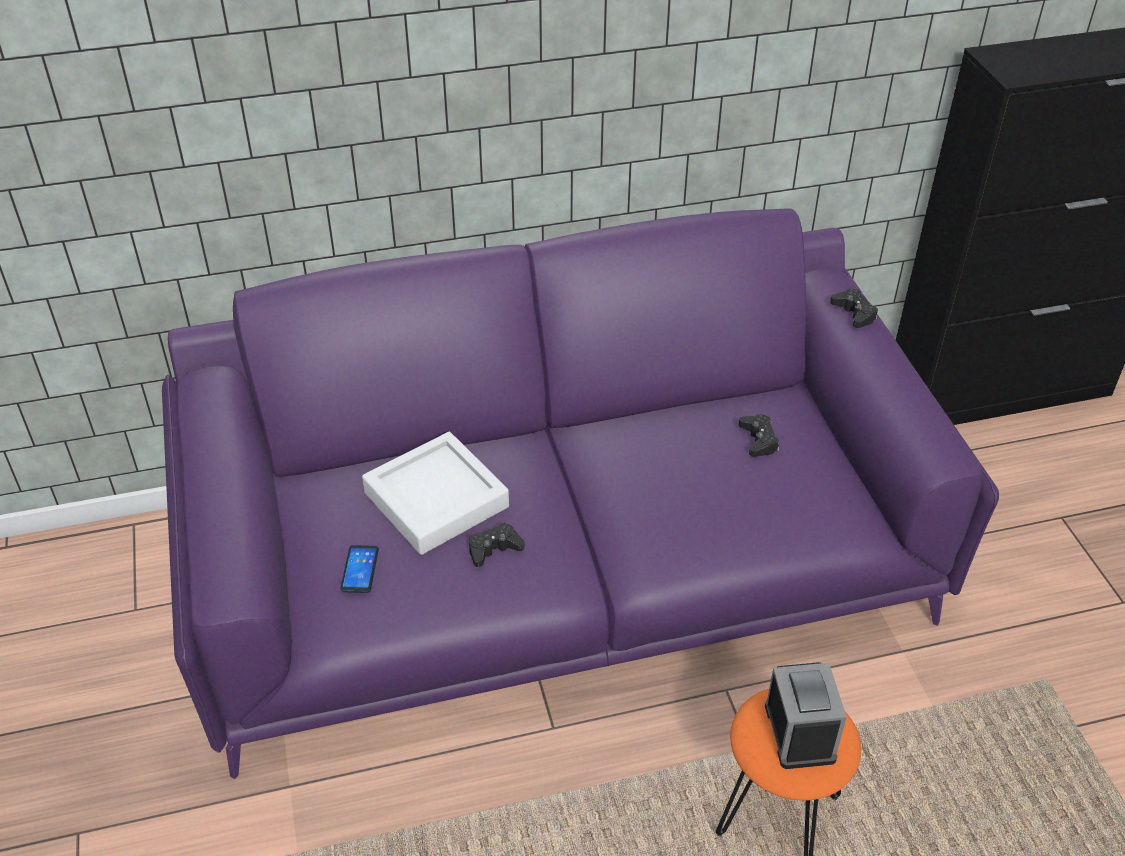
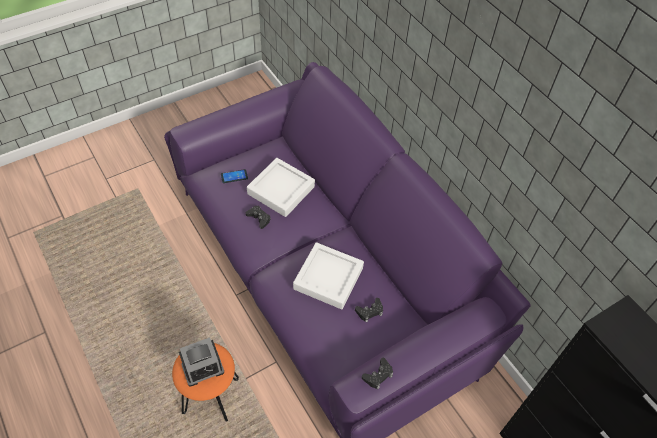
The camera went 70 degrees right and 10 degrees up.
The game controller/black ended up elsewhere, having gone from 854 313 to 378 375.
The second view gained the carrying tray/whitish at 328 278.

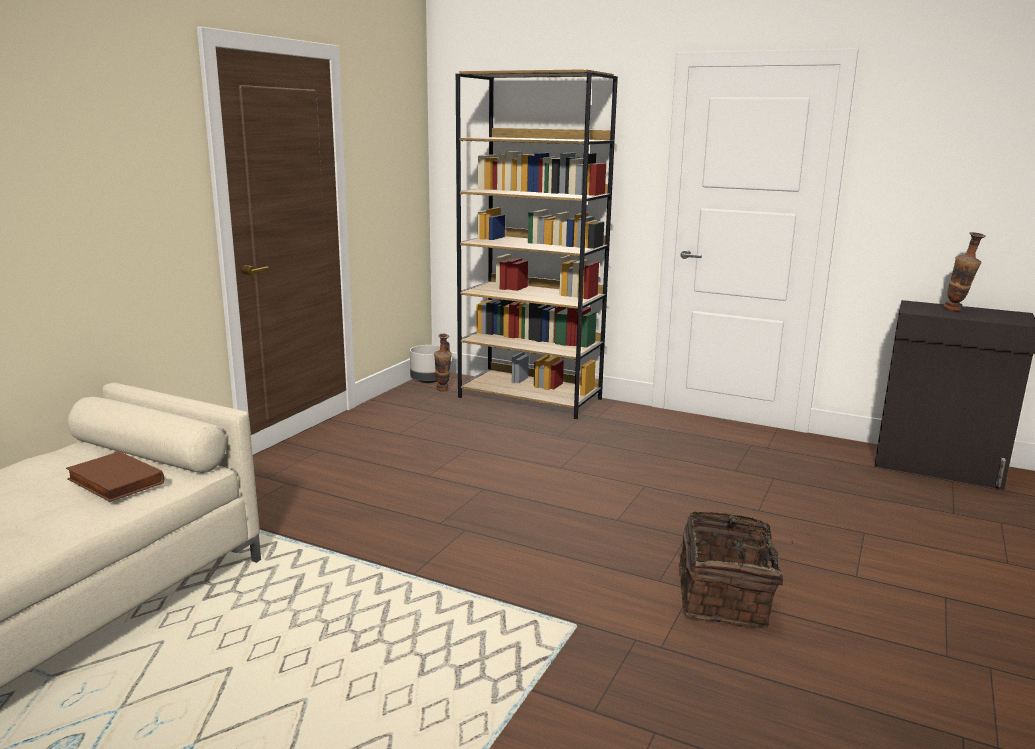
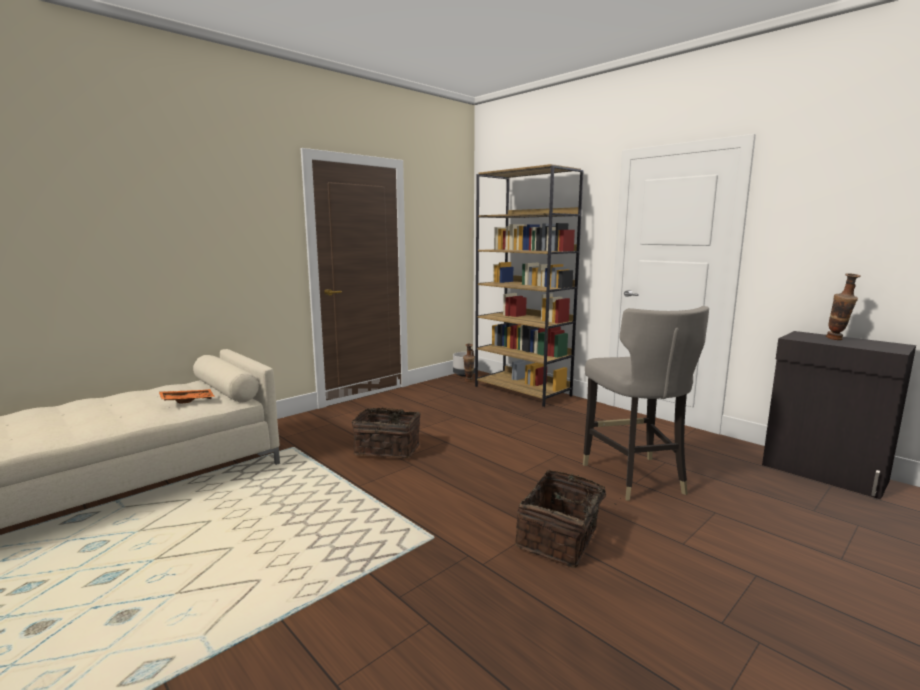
The camera went 20 degrees right and 5 degrees down.
Where the bound book/brown-coloured stood at 113 482, the carrying tray/orange-coloured came to stand at 187 400.
The second view gained the stool/gray at 635 478.
The second view gained the storage basket at 388 449.

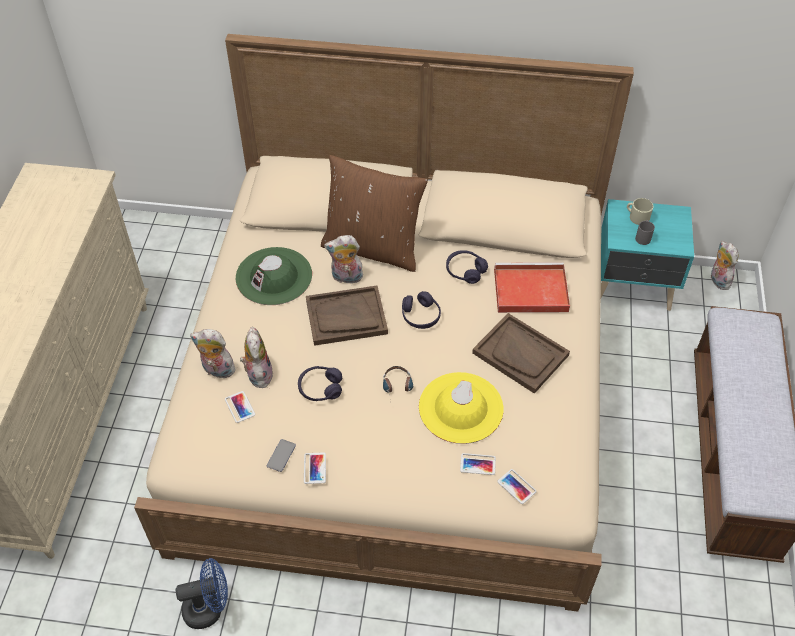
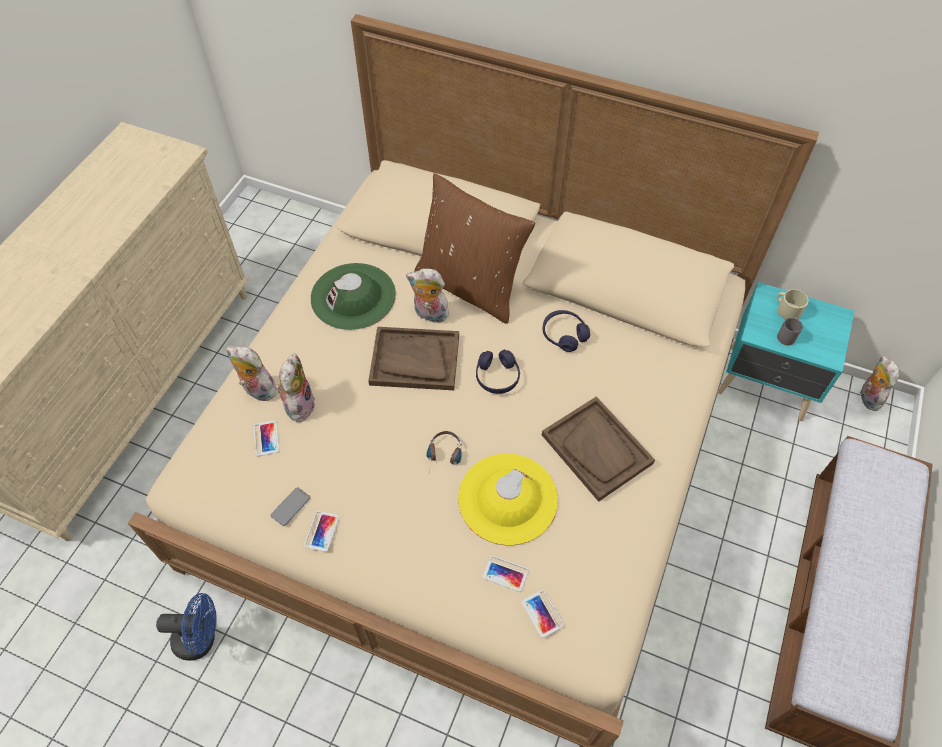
The camera went 15 degrees right and 5 degrees up.
The second view lost the carrying tray/reddish at 529 291.
The second view lost the pair of headphones/purple-coloured at 320 388.

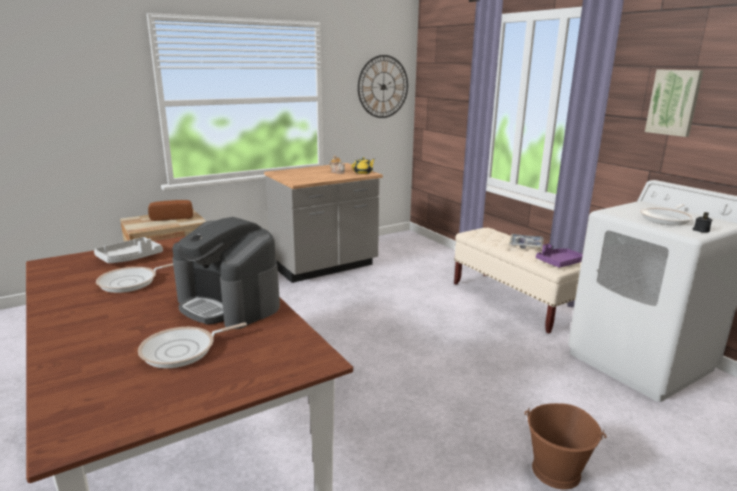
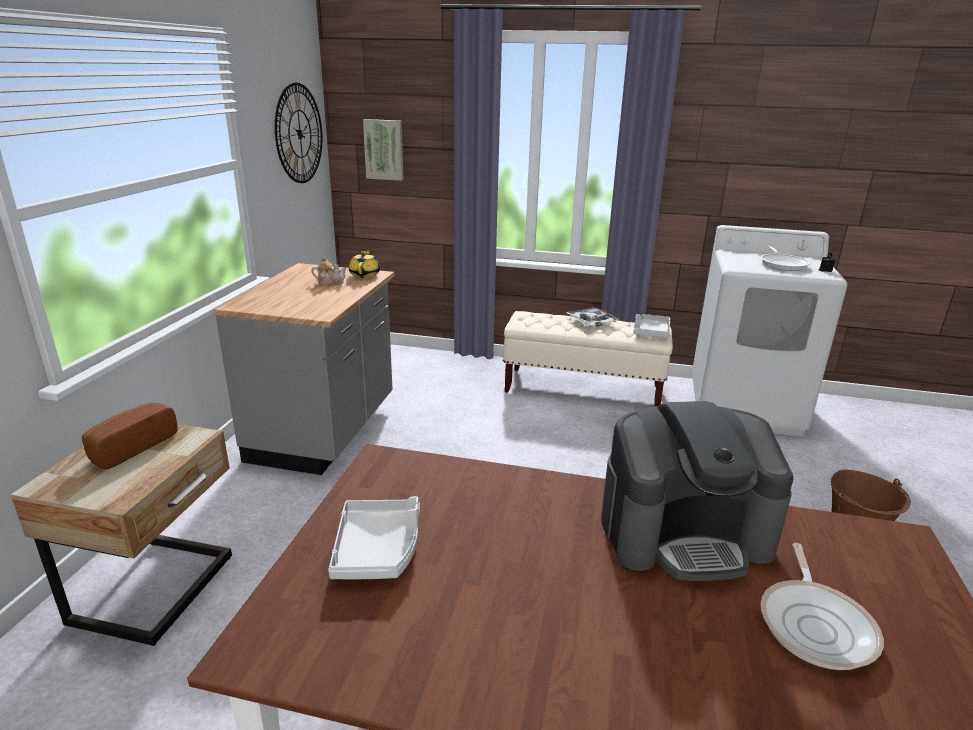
The camera went 45 degrees left and 5 degrees up.
The picture ended up elsewhere, having gone from 674 102 to 384 149.
What was the carrying tray/purple-coloured at 559 263 turned into the carrying tray/gray at 651 332.
The second view lost the skillet at 131 282.

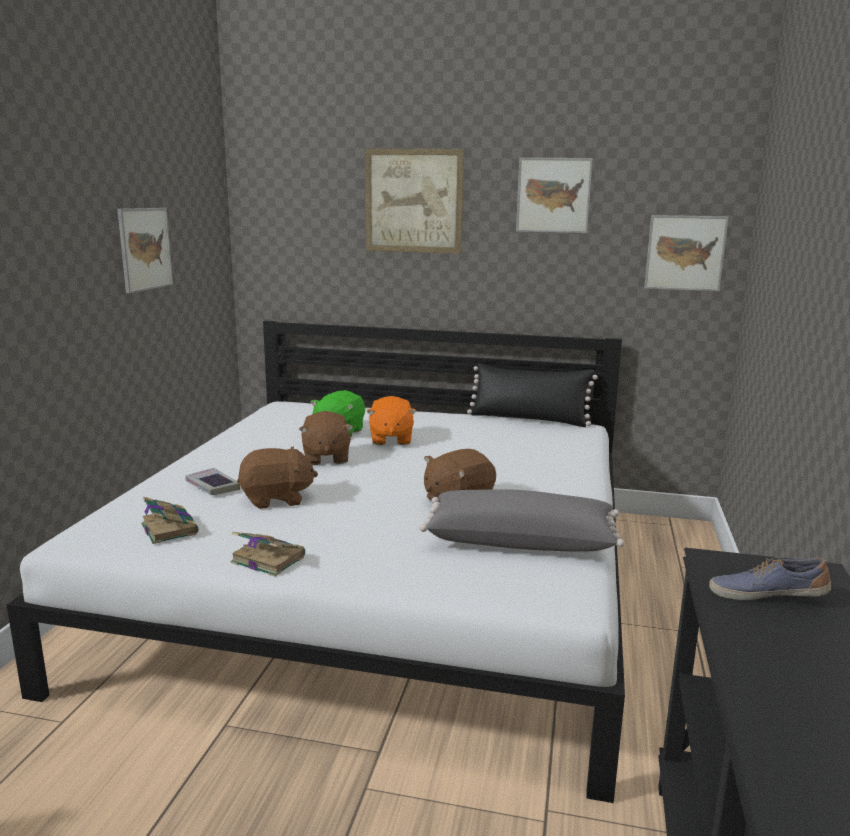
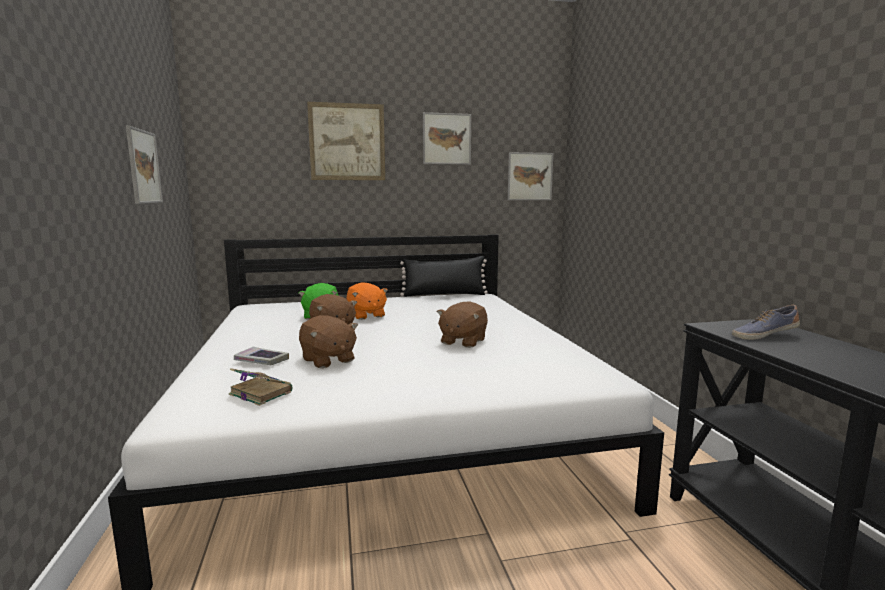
The camera went 25 degrees left and 5 degrees down.
The soft toy/brown-coloured at 276 499 ended up facing another way, 90 degrees clockwise from before.
The second view lost the cushion/gray at 520 541.
The second view lost the bound book at 267 559.

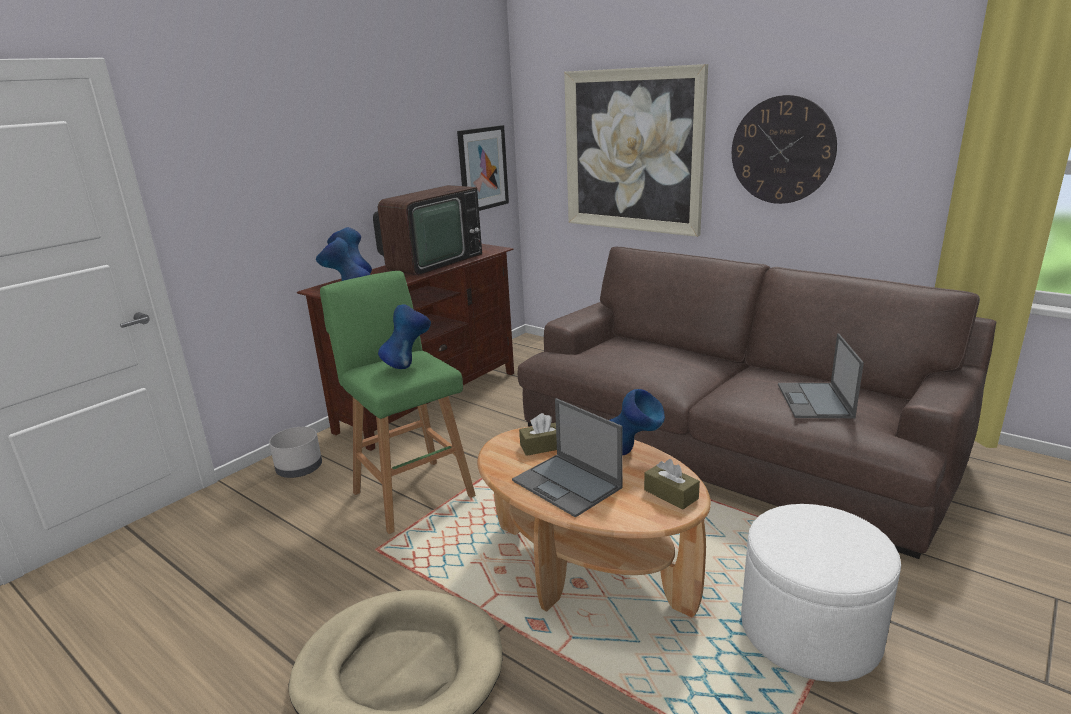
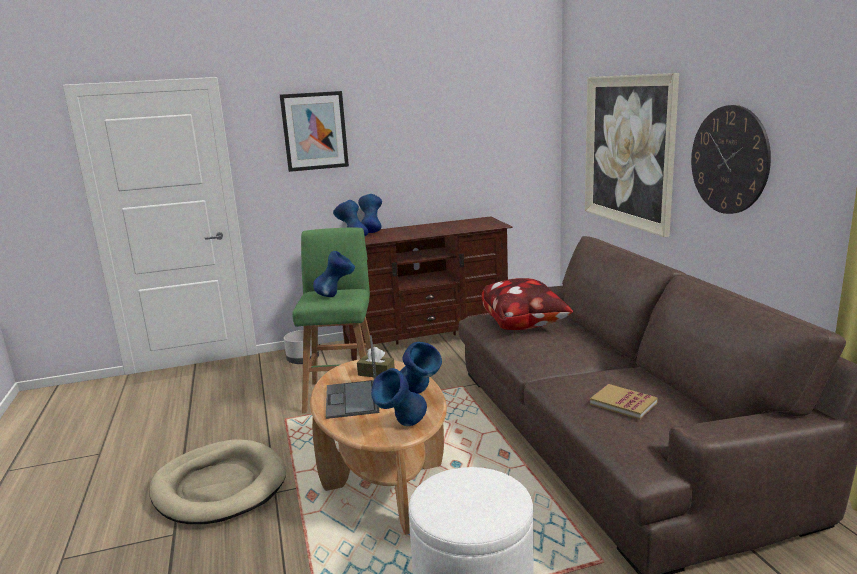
The camera went 35 degrees right and 5 degrees down.
The picture ended up elsewhere, having gone from 482 168 to 314 131.
The second view lost the TV at 430 262.
Where the laptop stood at 815 401, the bound book came to stand at 623 403.
Where the tissue box/brown-coloured stood at 671 494, the flower vase/blue-coloured came to stand at 401 427.
The second view gained the cushion at 524 324.

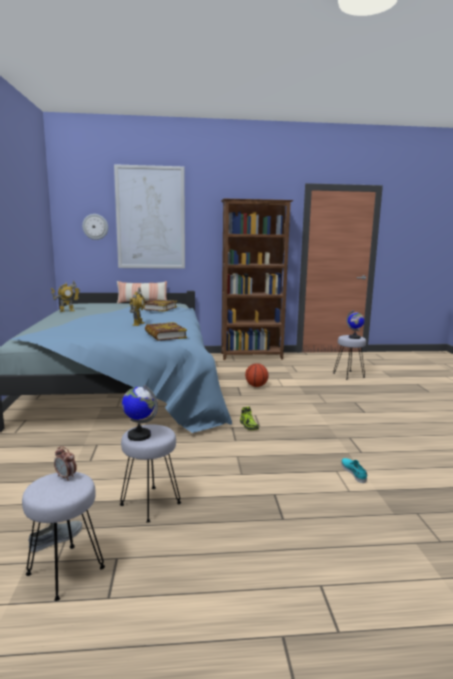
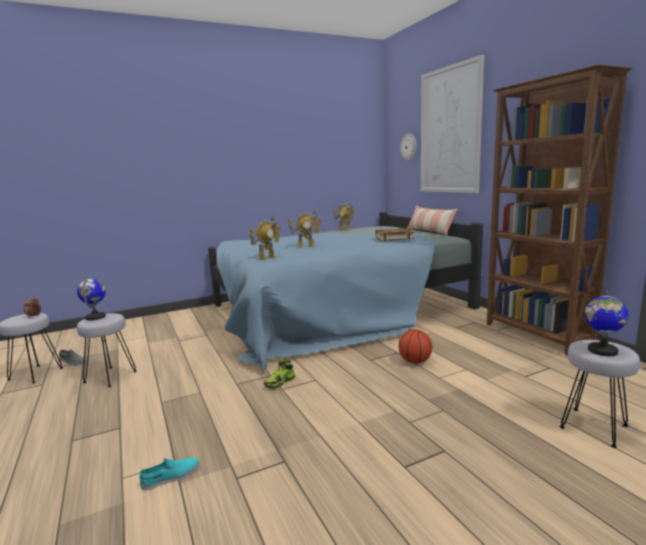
The camera went 70 degrees right and 0 degrees up.
Where the bound book stood at 165 335, the robot figure came to stand at 267 258.

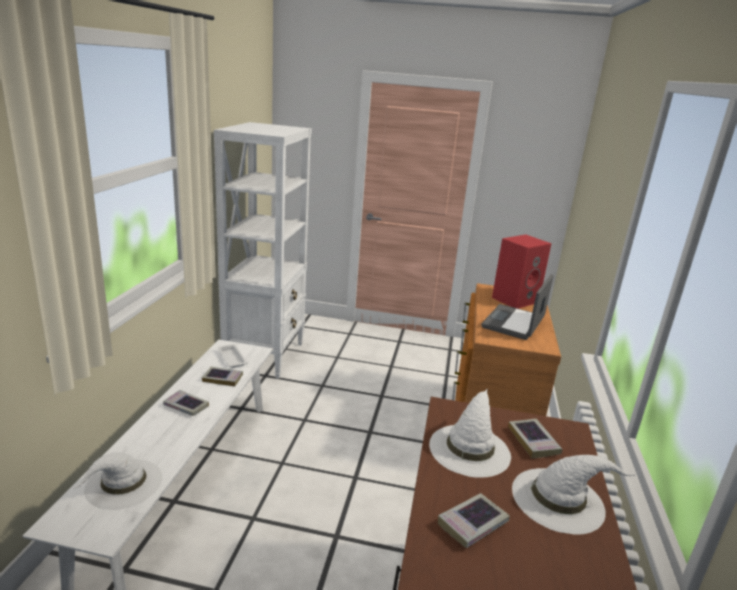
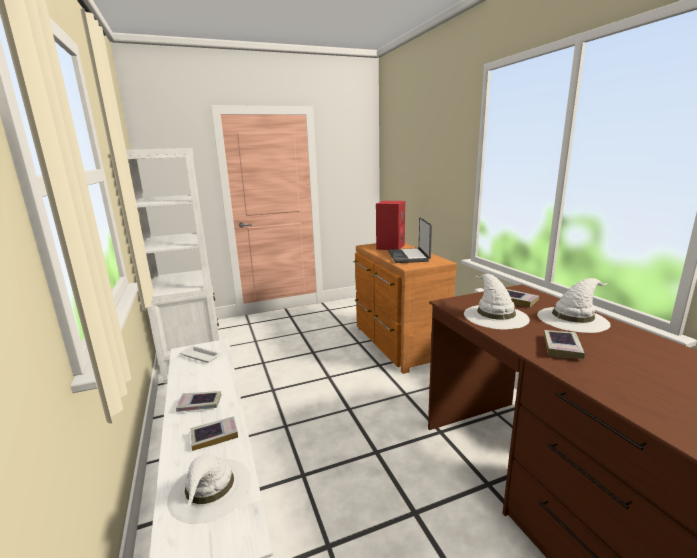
The camera went 30 degrees left and 5 degrees down.
The bound book ended up elsewhere, having gone from 222 379 to 214 436.

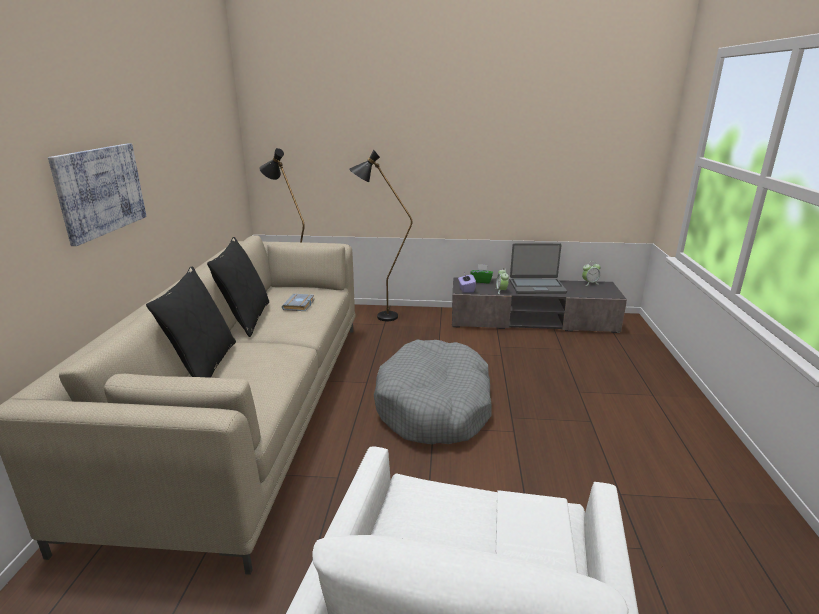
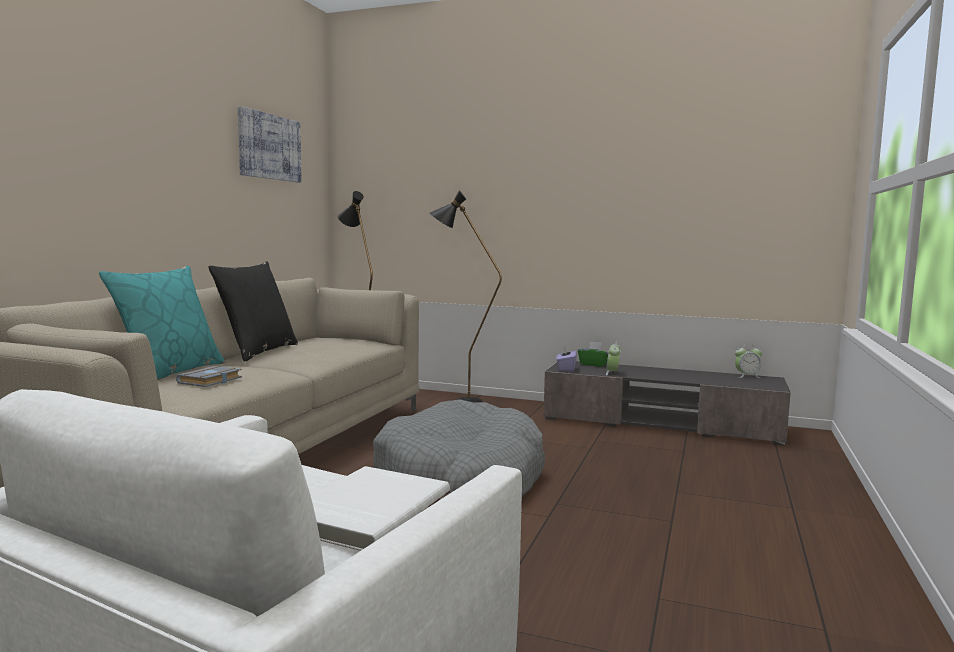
The camera went 15 degrees right and 15 degrees down.
The picture ended up elsewhere, having gone from 100 191 to 269 147.
The second view lost the laptop at 537 287.
What was the cushion/black at 203 365 turned into the cushion/turquoise-coloured at 170 373.
The bound book/gray ended up elsewhere, having gone from 299 305 to 210 381.

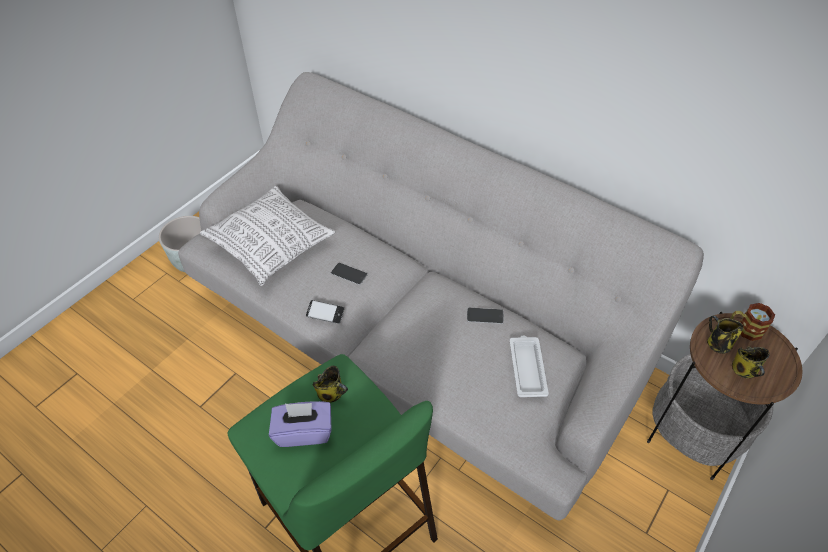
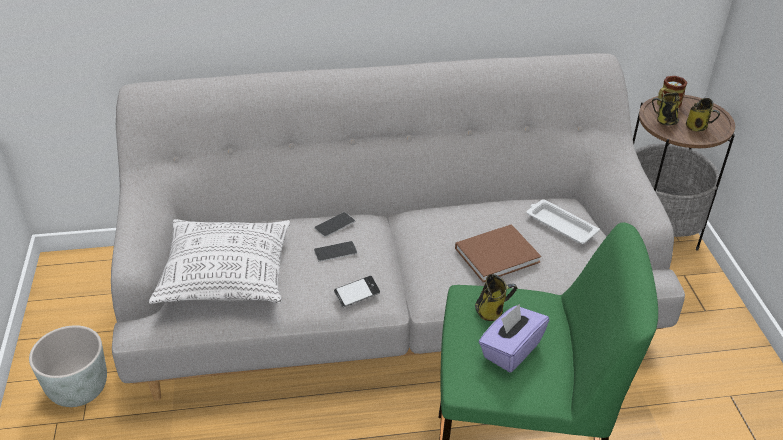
The camera went 45 degrees left and 10 degrees down.
The handset ended up elsewhere, having gone from 485 316 to 334 224.
The second view gained the bound book/brown-coloured at 499 254.

